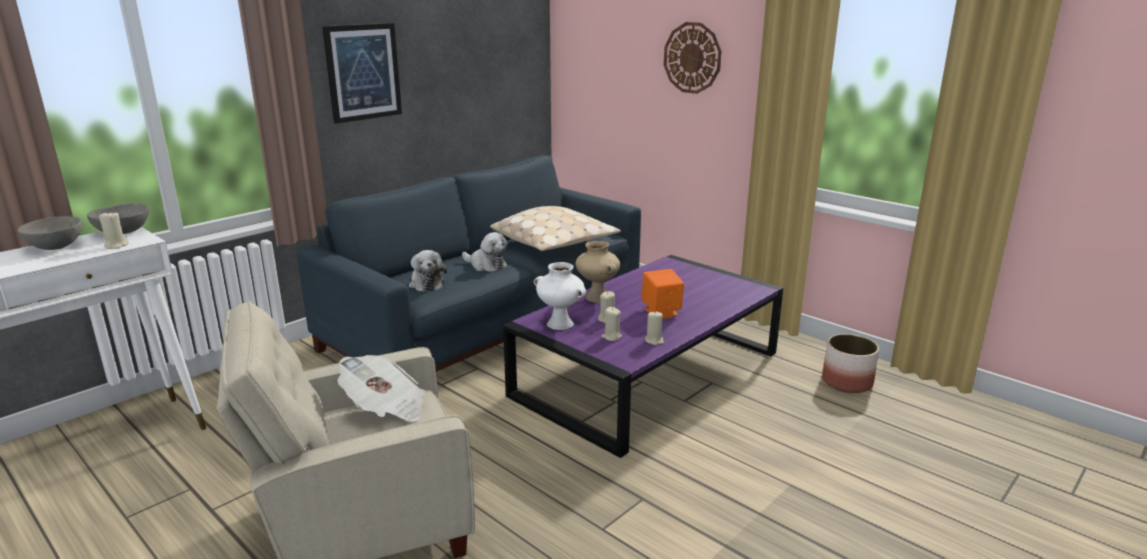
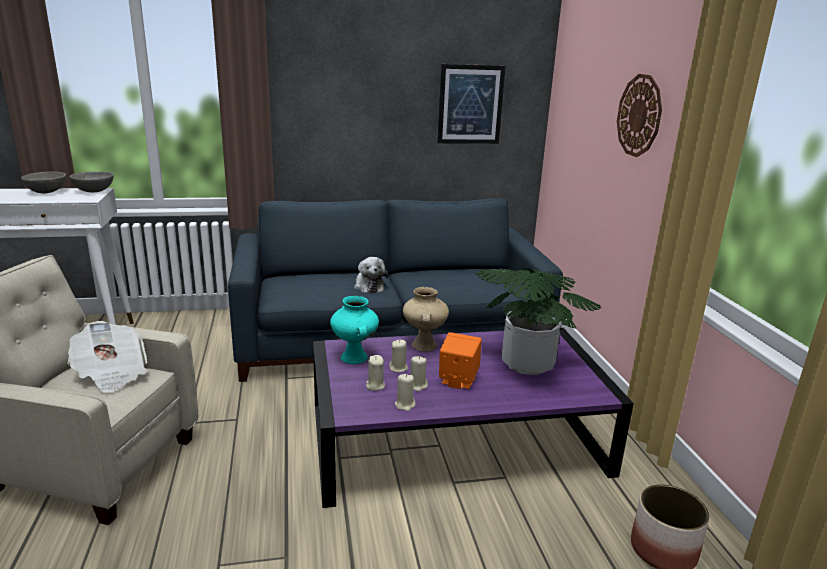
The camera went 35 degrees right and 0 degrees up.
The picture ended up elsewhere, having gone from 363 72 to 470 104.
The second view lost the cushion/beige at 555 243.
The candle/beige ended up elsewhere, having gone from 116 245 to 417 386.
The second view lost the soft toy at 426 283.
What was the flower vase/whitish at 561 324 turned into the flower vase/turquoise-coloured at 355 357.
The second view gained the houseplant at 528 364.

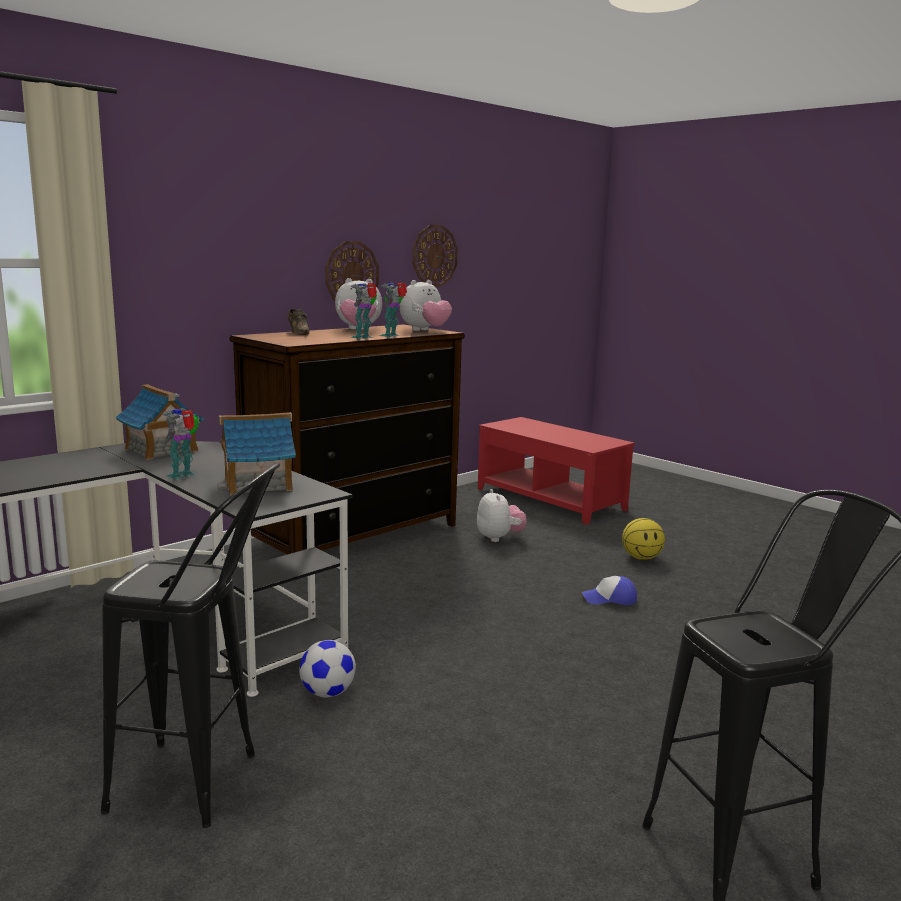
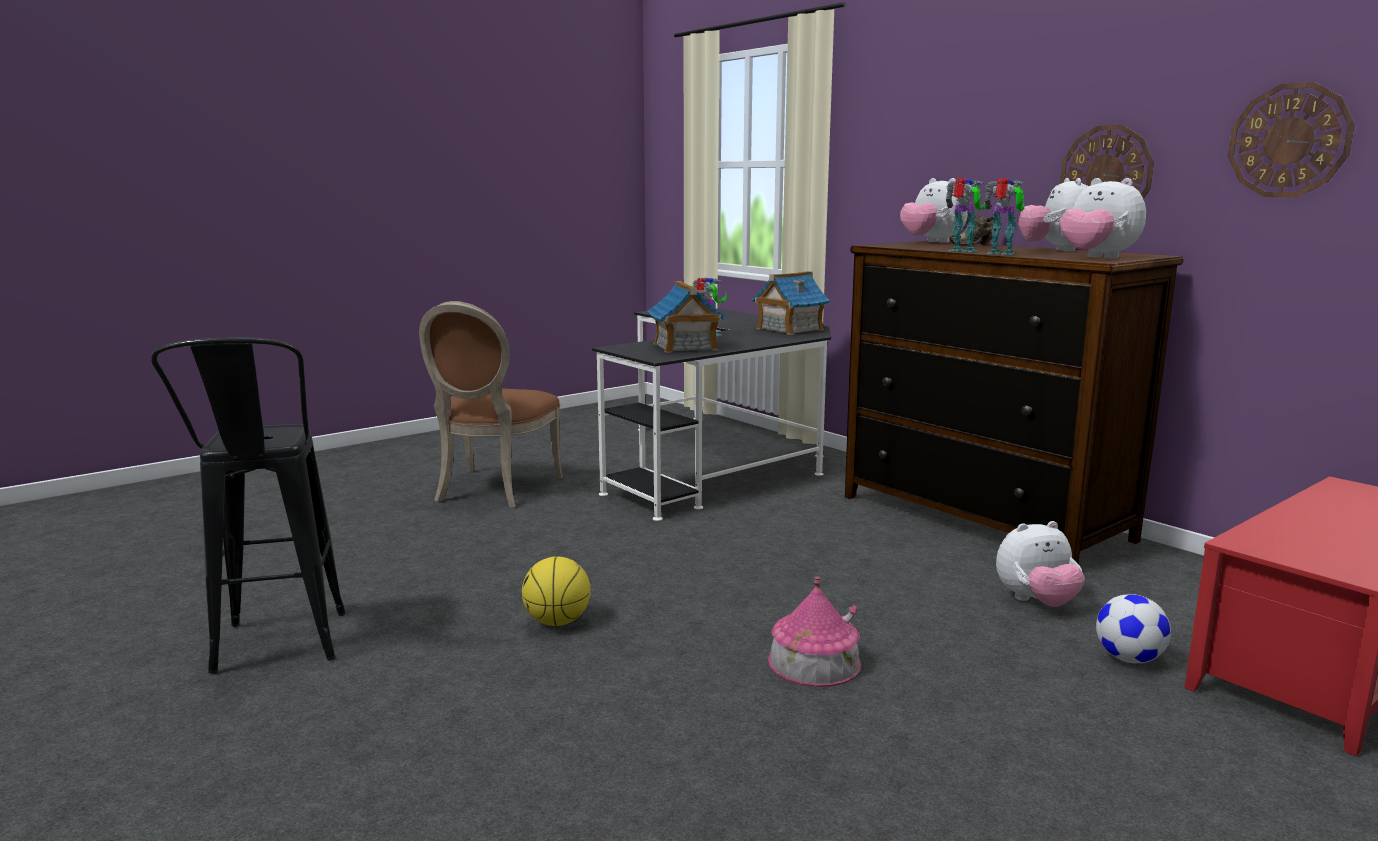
The camera went 95 degrees right and 0 degrees up.
Where the stool/black stood at 204 786, the chair/brown-coloured came to stand at 493 490.
The basketball ball ended up elsewhere, having gone from 641 558 to 557 622.
Where the cap stood at 610 599, the toy house came to stand at 814 662.
The football ball ended up elsewhere, having gone from 328 693 to 1128 659.
The second view gained the soft toy at 932 242.

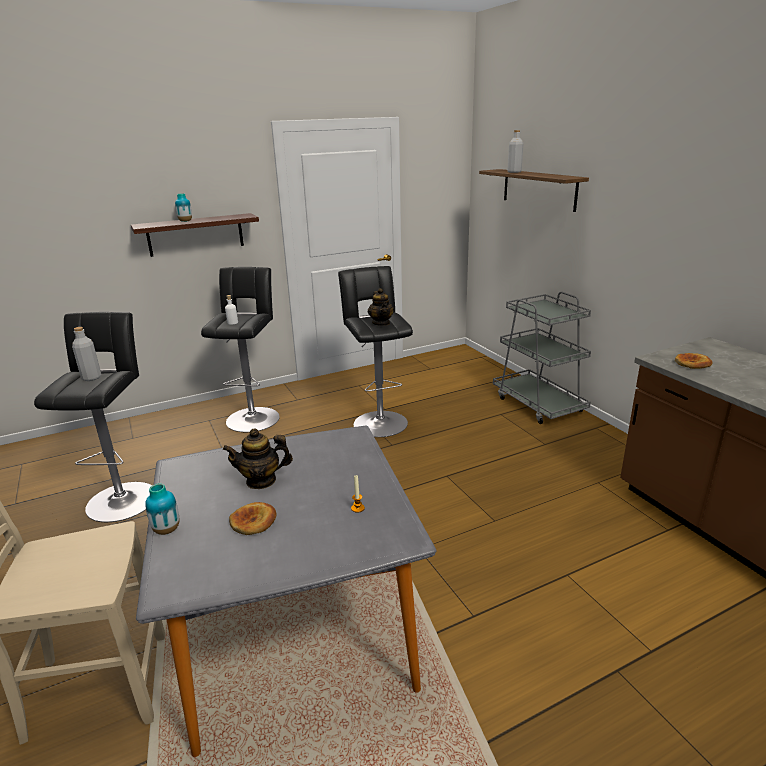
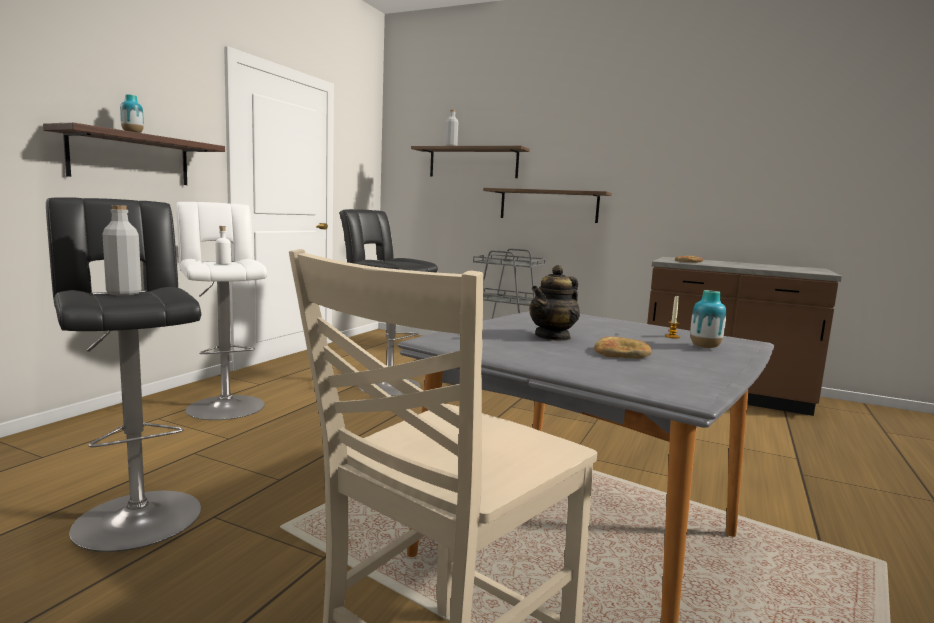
The camera went 40 degrees left and 15 degrees down.
What was the stool/black at 254 417 turned into the stool/whitish at 224 405.
The second view lost the teapot at 381 323.
The flower vase ended up elsewhere, having gone from 167 530 to 705 347.
The second view gained the wall shelf at 548 205.

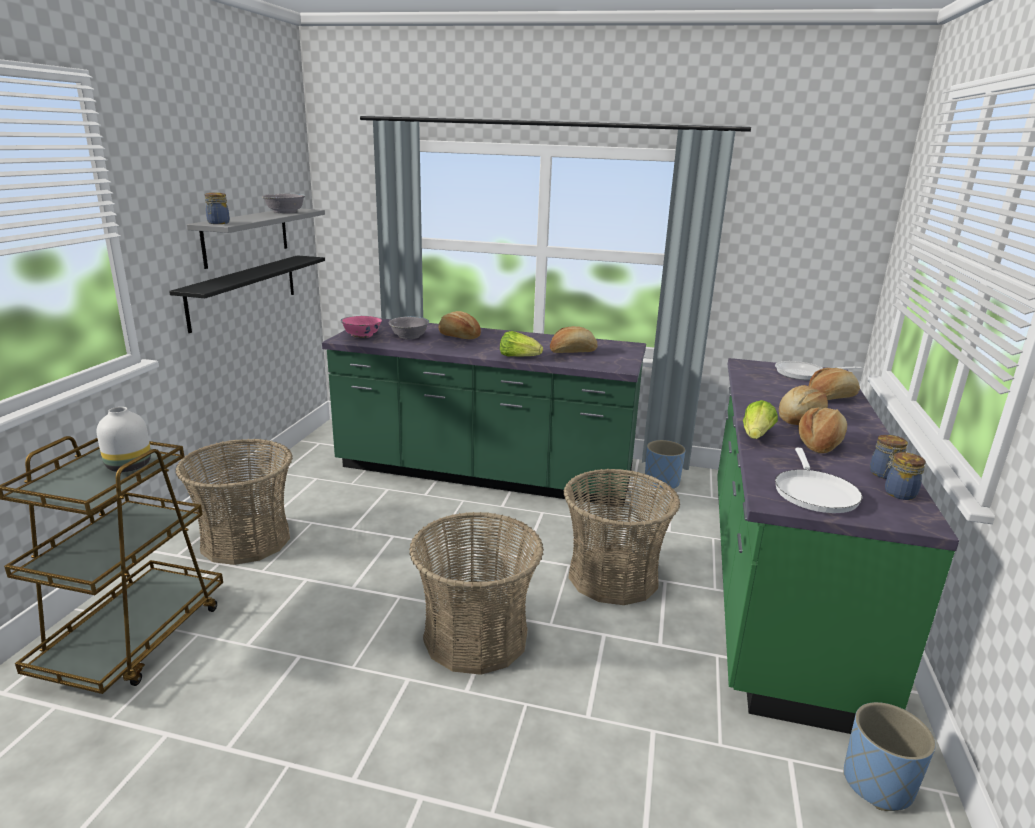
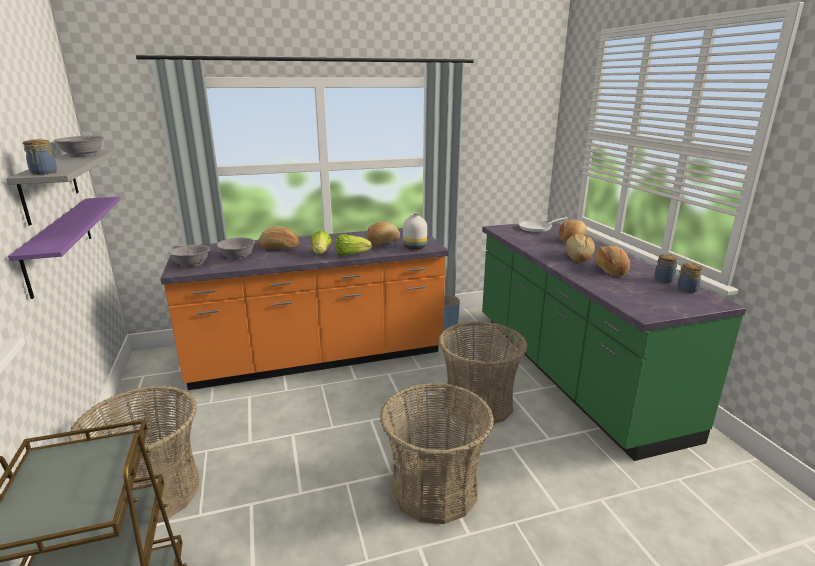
The camera went 30 degrees left and 0 degrees up.
What was the wall shelf/black at 244 291 turned into the wall shelf/purple-coloured at 59 243.
What was the deep dish/pink-coloured at 361 335 turned into the deep dish/gray at 191 264.
What was the counter/green-coloured at 485 472 turned into the counter/orange-coloured at 317 356.
The head of lettuce ended up elsewhere, having gone from 756 436 to 321 253.
The flower vase/whitish ended up elsewhere, having gone from 129 466 to 415 247.
The second view lost the skillet/whitish at 814 493.
The second view lost the plant pot/blue-coloured at 878 784.

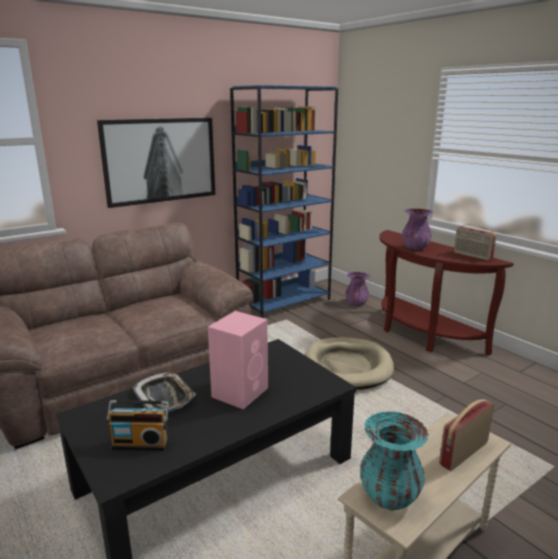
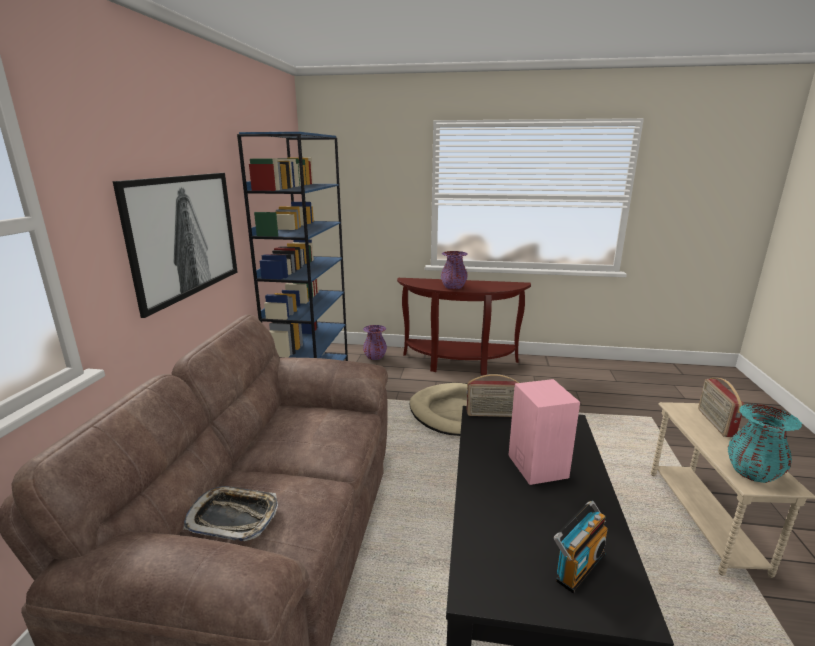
The camera went 45 degrees left and 0 degrees up.
The radio receiver ended up elsewhere, having gone from 472 256 to 492 414.
The carrying tray ended up elsewhere, having gone from 164 397 to 233 517.

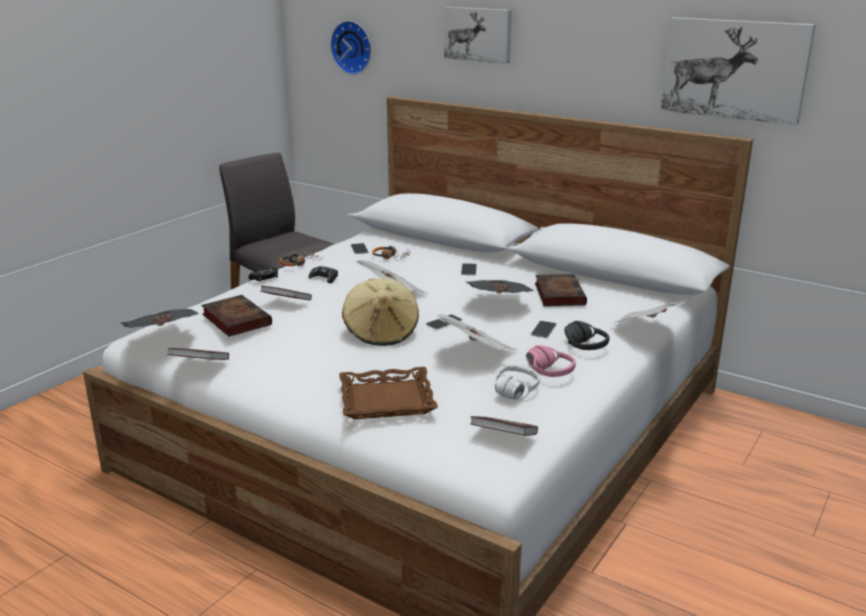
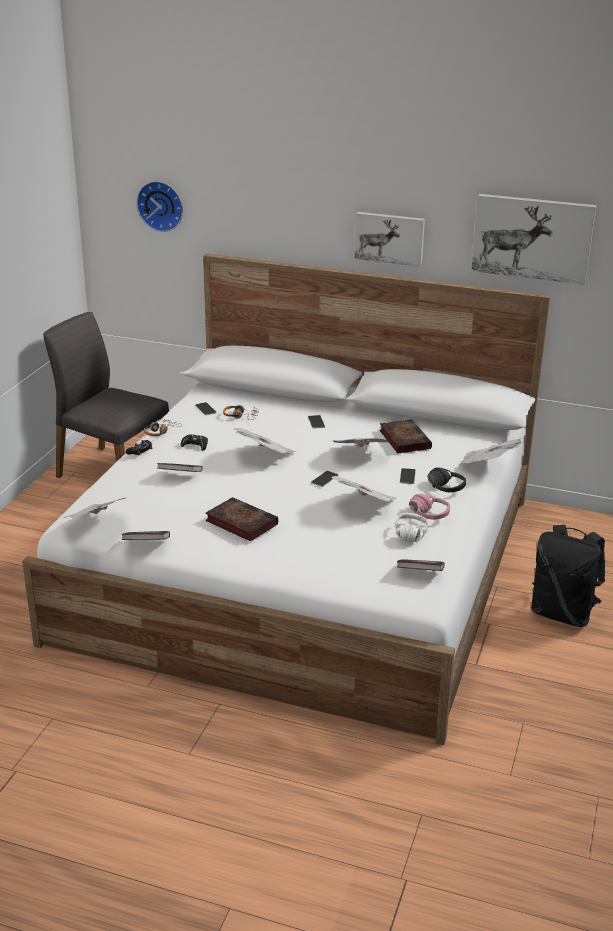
The camera went 15 degrees left and 5 degrees up.
The picture ended up elsewhere, having gone from 478 34 to 390 238.
The second view lost the clothing hat/beige at 381 333.
The bound book ended up elsewhere, having gone from 235 319 to 239 522.
The second view lost the carrying tray/brown-coloured at 387 399.
The second view gained the knapsack/black at 562 614.

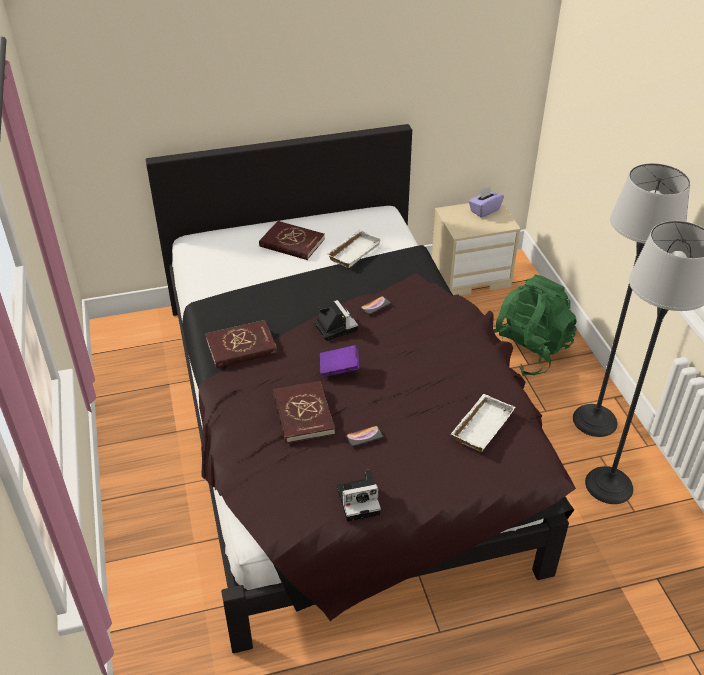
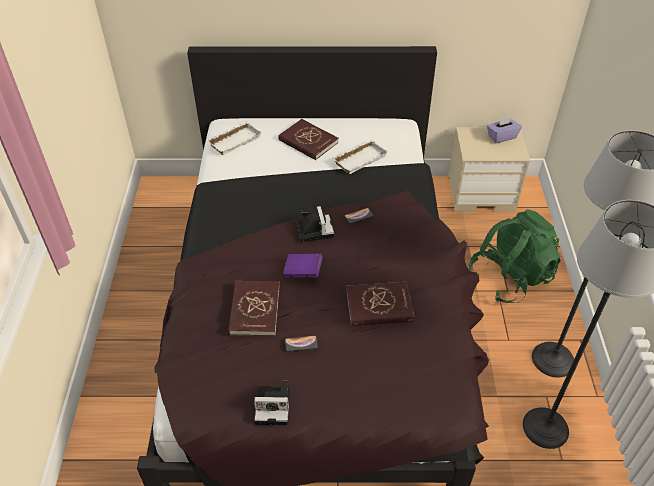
The camera went 15 degrees right and 5 degrees up.
The bound book/reddish ended up elsewhere, having gone from 241 347 to 379 306.
The carrying tray/whitish ended up elsewhere, having gone from 481 425 to 234 140.

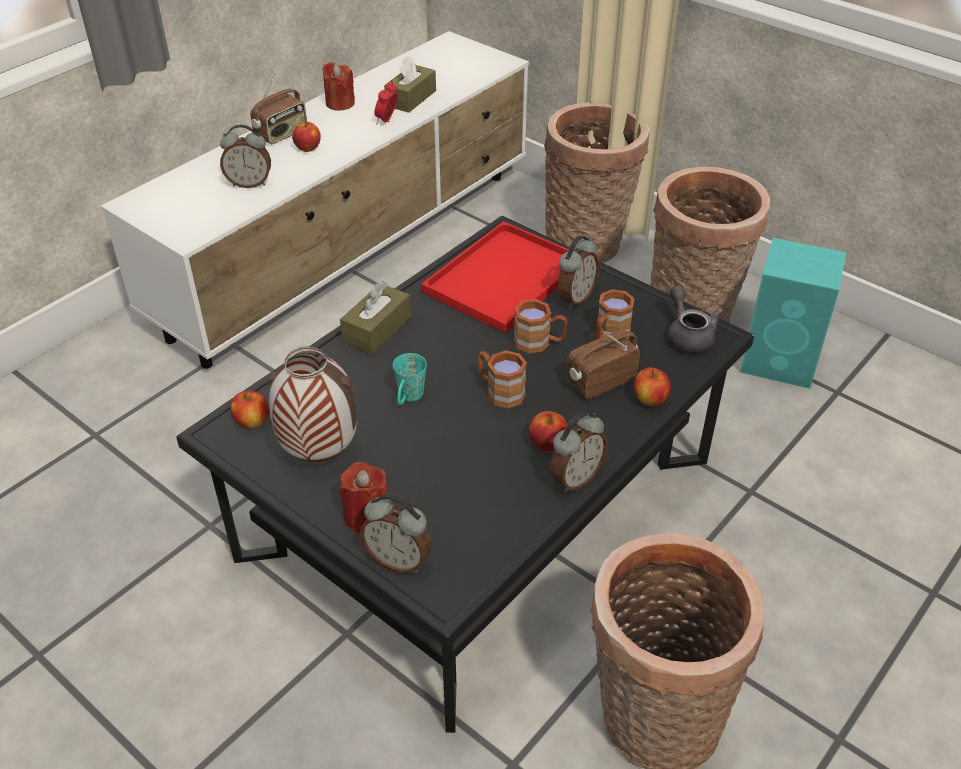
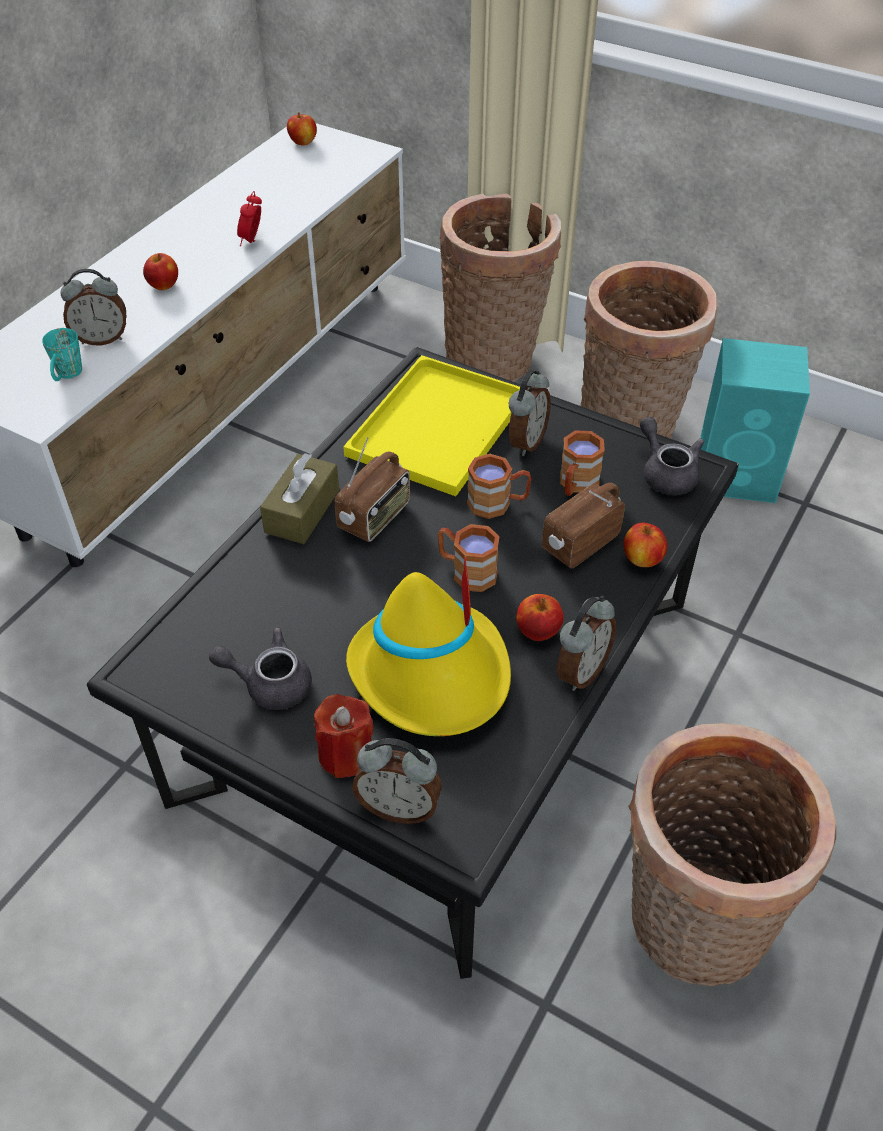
The camera went 10 degrees left and 5 degrees up.
The second view lost the tissue box/brown-coloured at 411 98.
The second view lost the candle/reddish at 340 103.
The radio receiver ended up elsewhere, having gone from 281 134 to 375 517.
What was the carrying tray/reddish at 503 280 turned into the carrying tray/yellow at 437 429.
Where the flower vase stood at 318 455, the teapot/gray came to stand at 269 684.
The mug/turquoise-coloured ended up elsewhere, having gone from 408 399 to 67 376.
The apple ended up elsewhere, having gone from 253 422 to 303 142.
The second view gained the clothing hat/yellow at 432 674.

